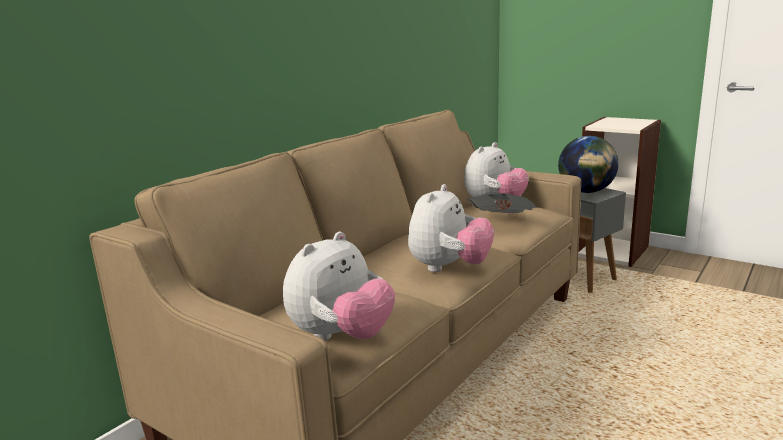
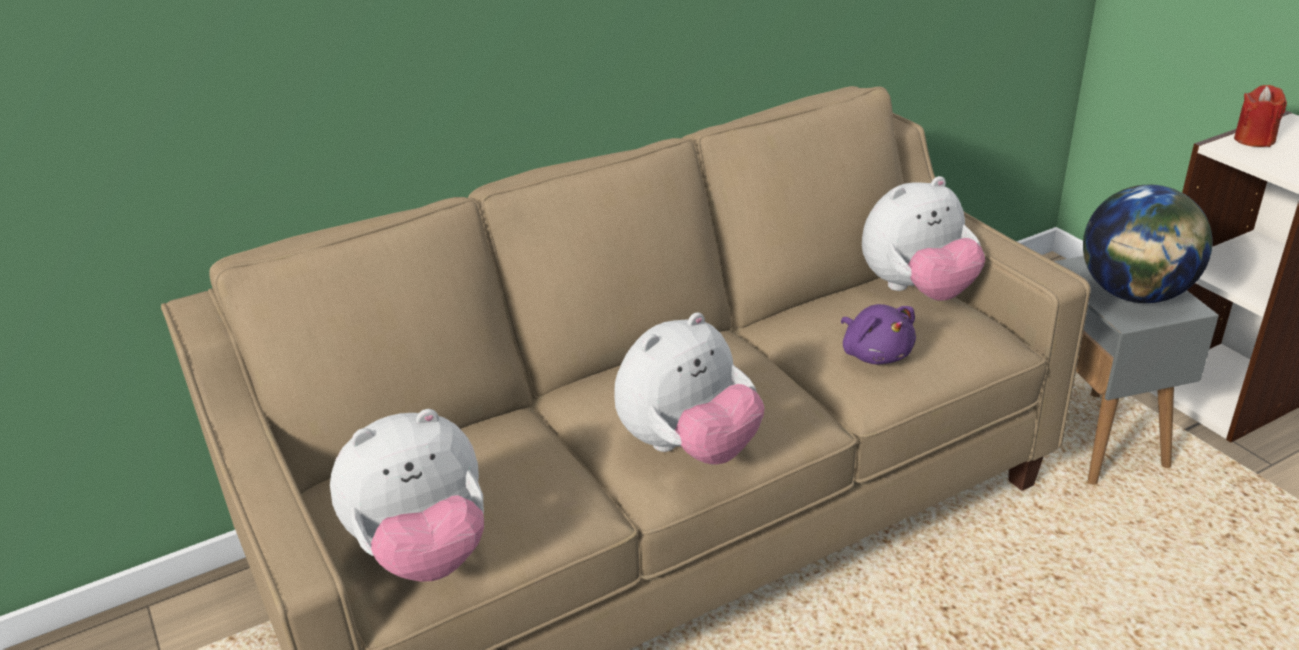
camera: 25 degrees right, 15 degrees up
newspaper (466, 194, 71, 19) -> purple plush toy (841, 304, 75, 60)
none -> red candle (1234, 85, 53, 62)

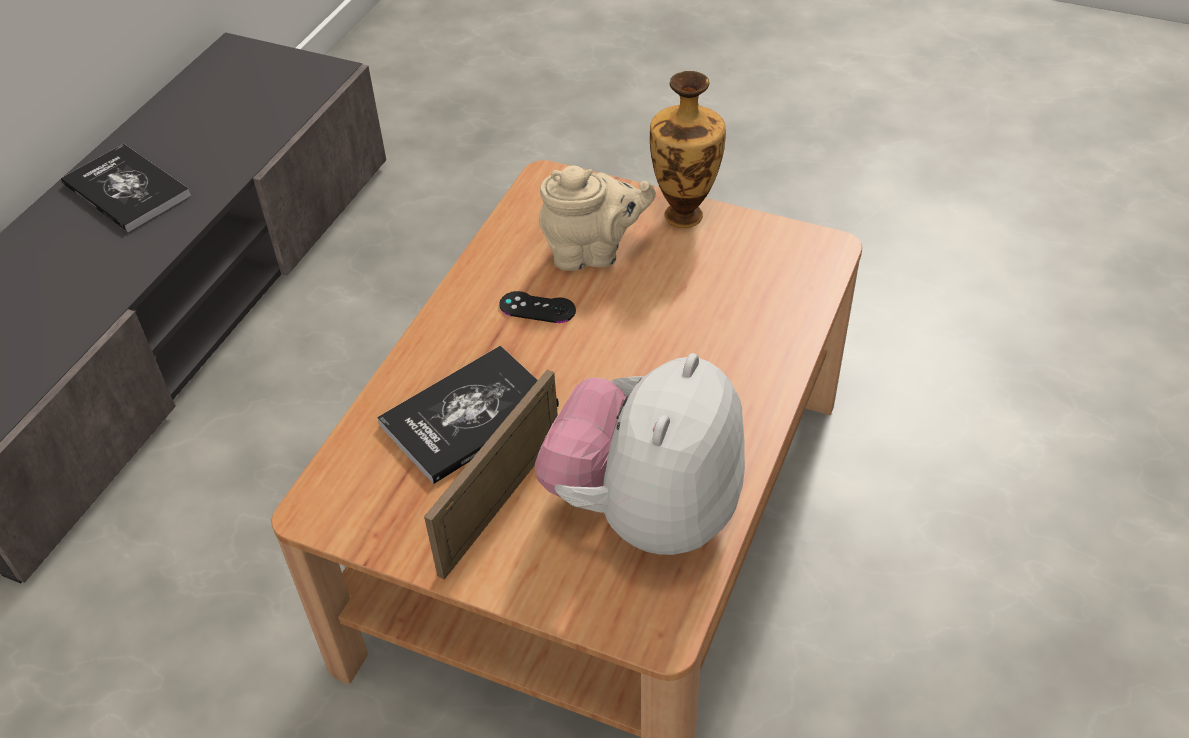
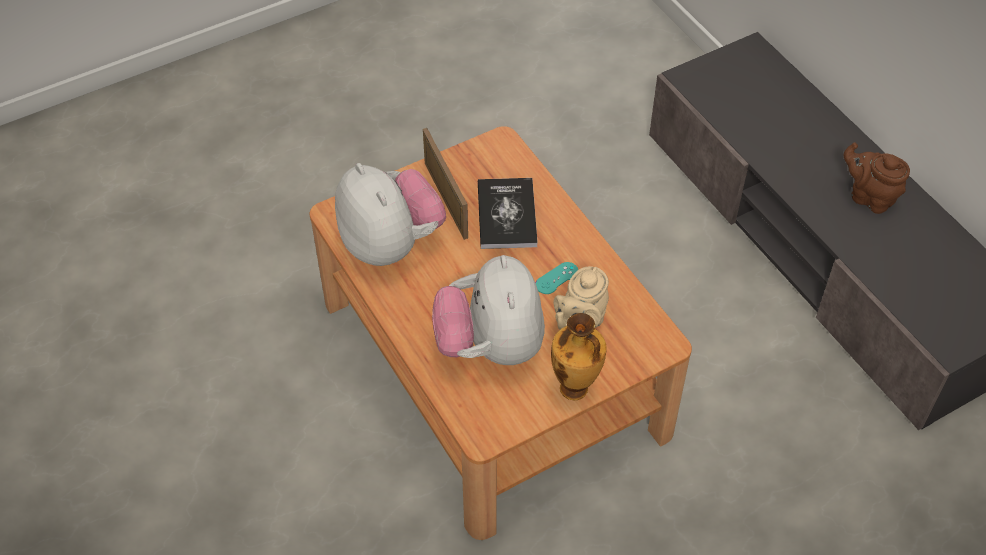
camera: 125 degrees right, 5 degrees up
book (61, 144, 130, 89) -> brown teapot (844, 142, 66, 72)
black game controller (499, 291, 77, 32) -> turquoise game controller (536, 262, 42, 32)
none -> plush toy (432, 255, 113, 110)

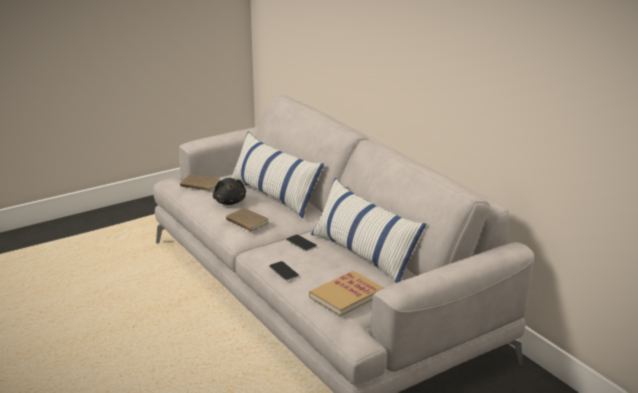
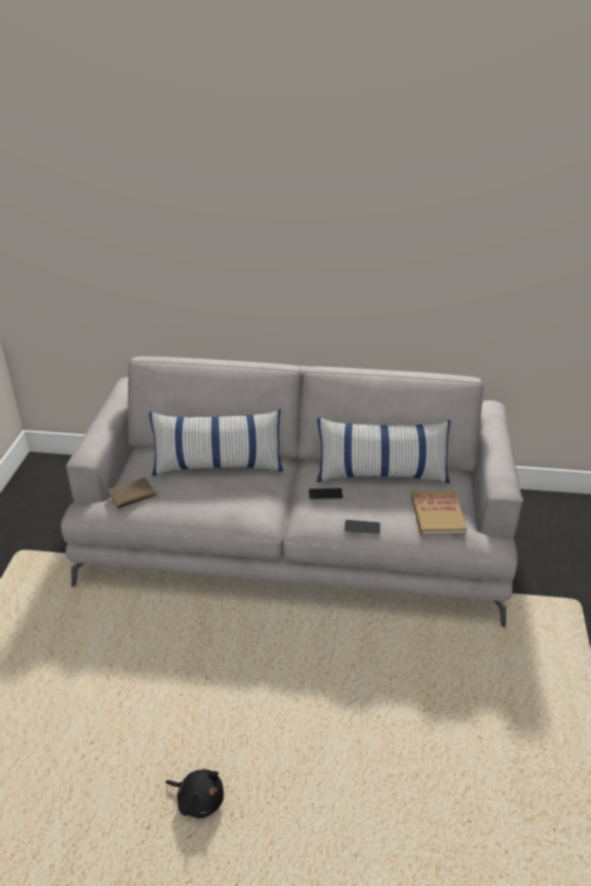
camera: 50 degrees left, 10 degrees up
black plush toy (213, 178, 33, 27) -> black plush toy (166, 769, 58, 49), relocated
brown book (226, 208, 43, 23) -> none

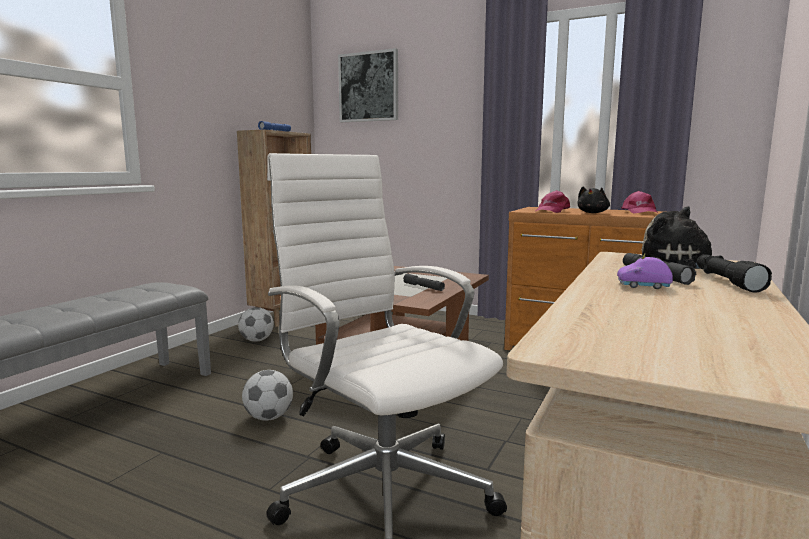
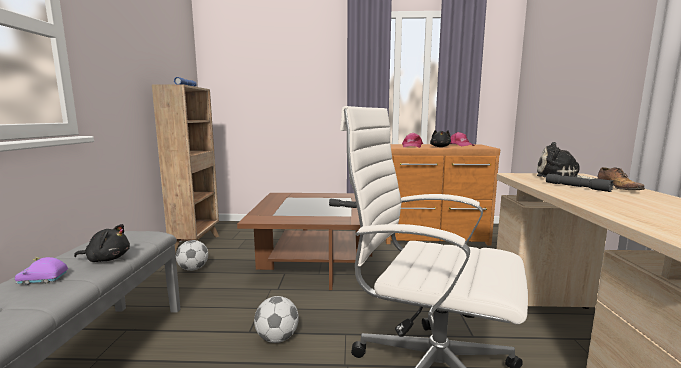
camera: 25 degrees left, 0 degrees up
picture (338, 48, 60, 74) -> none
purple toy car (617, 253, 56, 36) -> purple toy car (15, 257, 53, 28), relocated
black flashlight (697, 254, 75, 39) -> shoe (598, 167, 47, 23)
none -> black plush toy (74, 224, 56, 38)

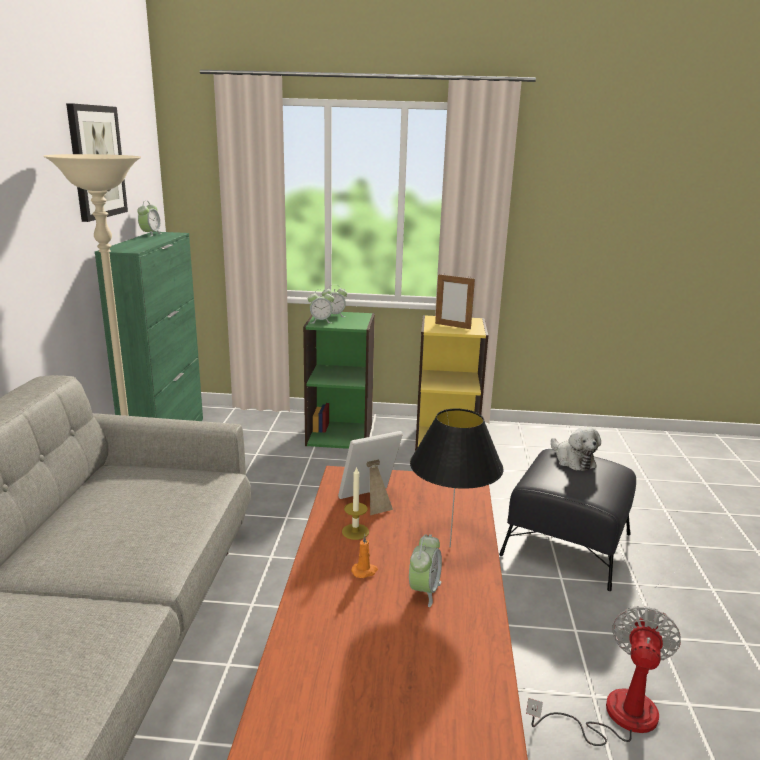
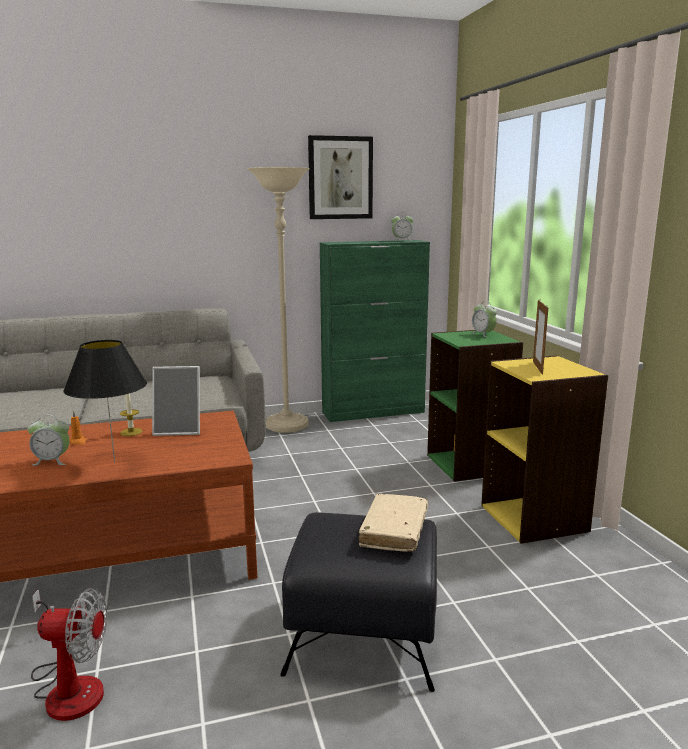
camera: 70 degrees right, 5 degrees down
alarm clock (308, 289, 26, 34) -> none
plush toy (551, 427, 50, 44) -> beige book (359, 494, 69, 58)
picture frame (338, 431, 65, 84) -> picture frame (152, 366, 48, 70), 135 degrees clockwise

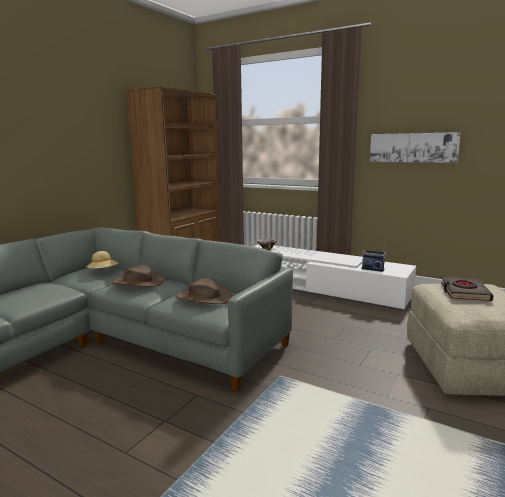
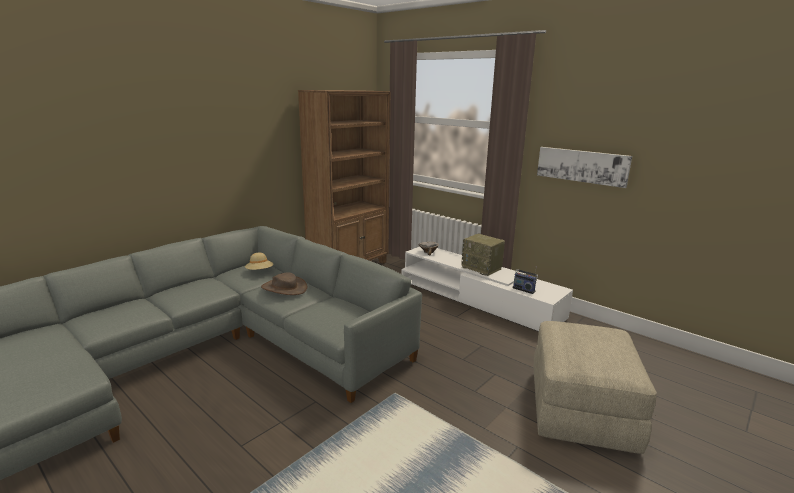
camera: 10 degrees right, 5 degrees up
black book (441, 277, 53, 24) -> none
brown hat (176, 278, 56, 26) -> none
none -> radio (461, 233, 44, 43)

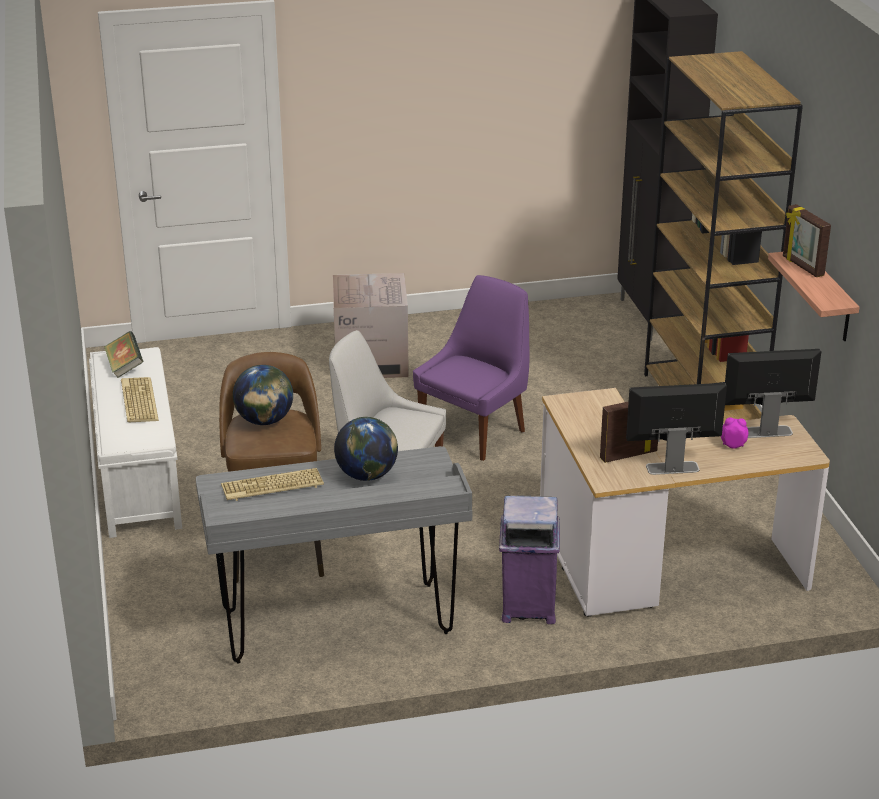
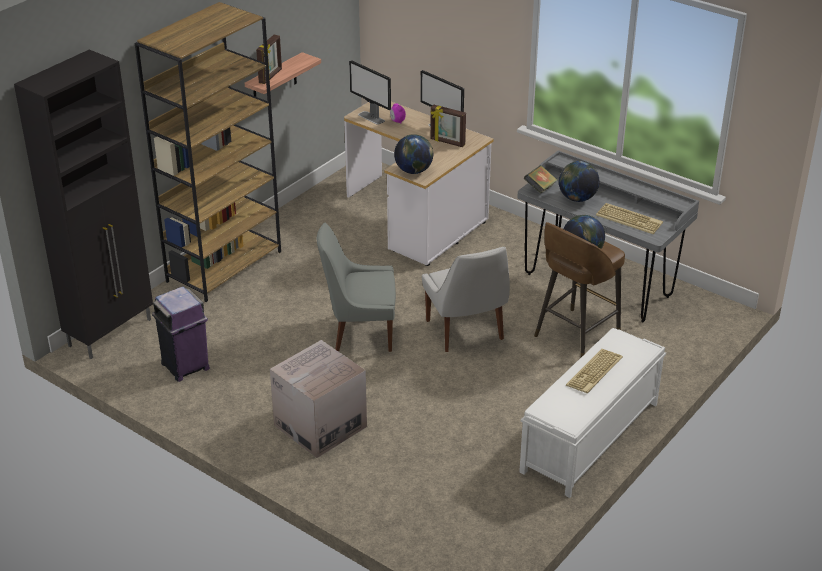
camera: 130 degrees left, 5 degrees up
purple chair (413, 275, 116, 186) -> grey chair (317, 223, 79, 129)
book (104, 331, 39, 47) -> book (524, 165, 33, 29), relocated
purple trash can (499, 495, 61, 129) -> purple trash can (152, 287, 58, 95), relocated
none -> globe (394, 134, 39, 40)

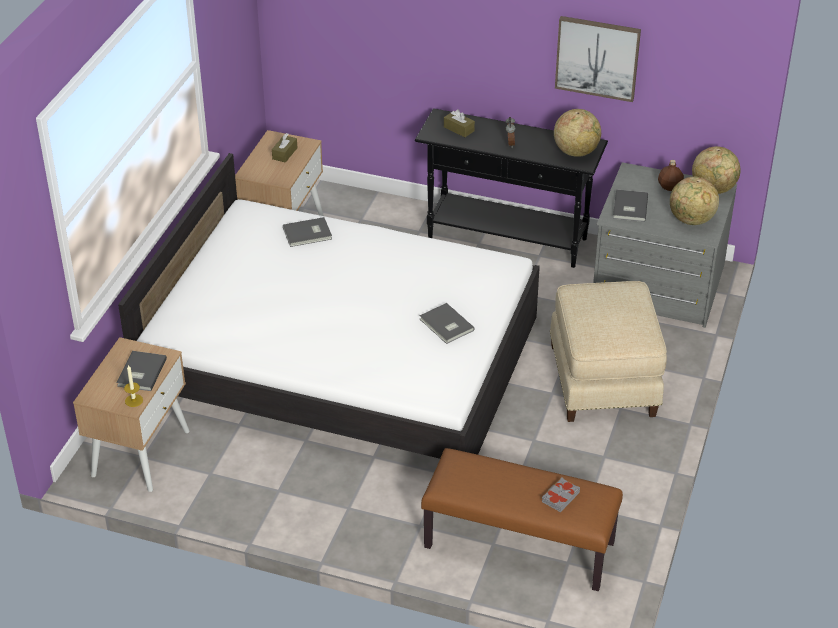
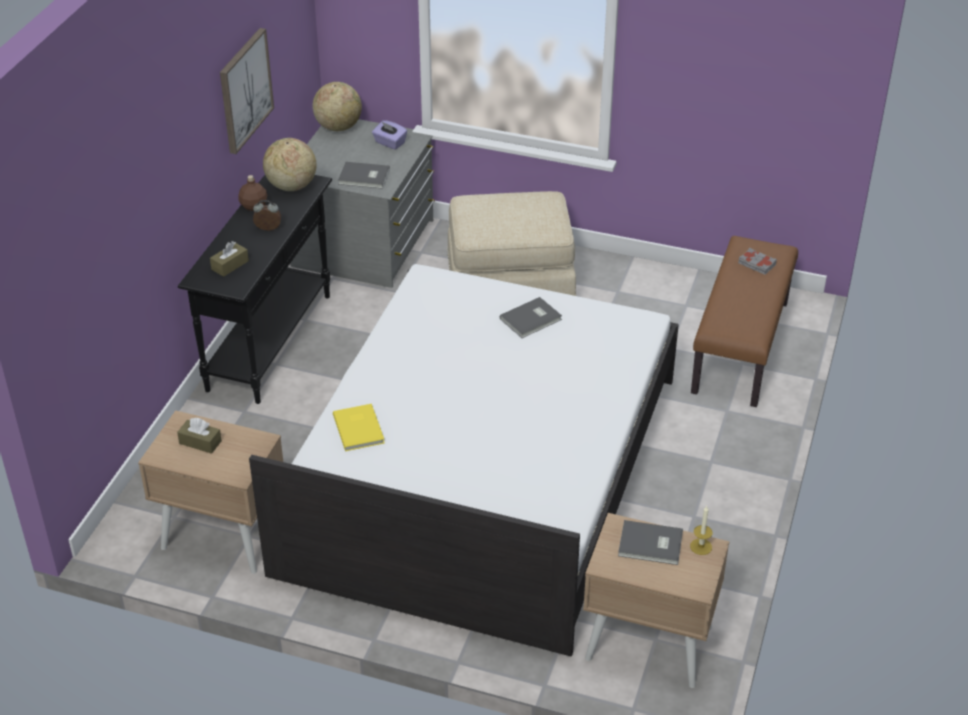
camera: 90 degrees left, 0 degrees up
brown bottle (658, 160, 26, 31) -> brown bottle (238, 175, 29, 36), relocated
globe (670, 177, 49, 48) -> purple tissue box (372, 120, 35, 30)
grey book (283, 217, 49, 30) -> yellow book (333, 404, 51, 47)

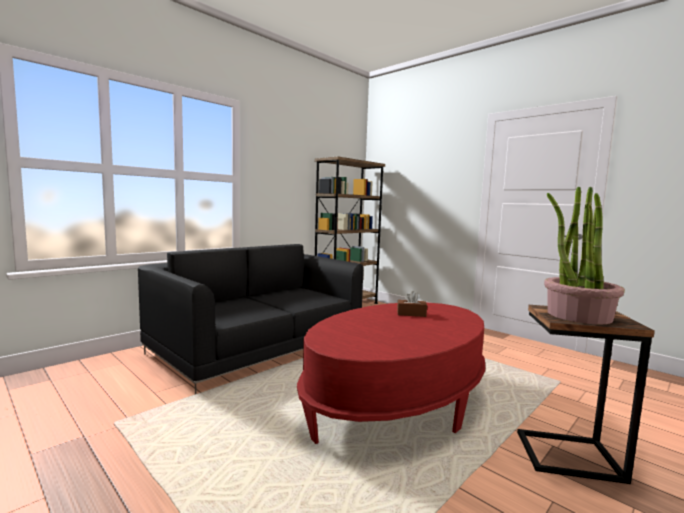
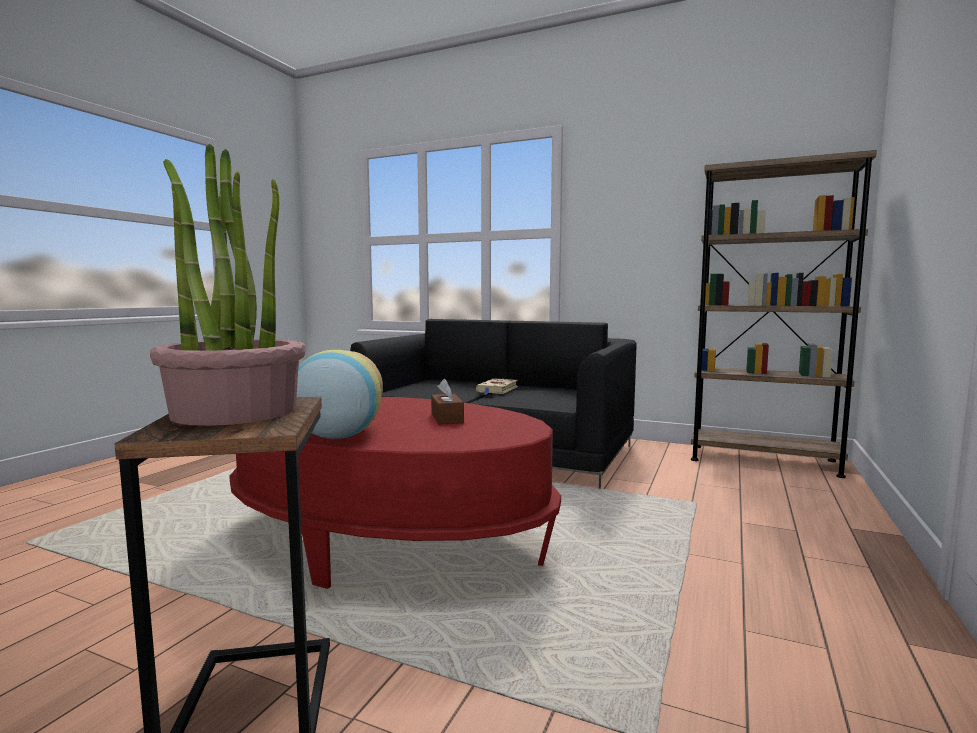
camera: 70 degrees right, 0 degrees up
none -> vase (297, 350, 86, 89)
none -> beige book (476, 378, 42, 17)

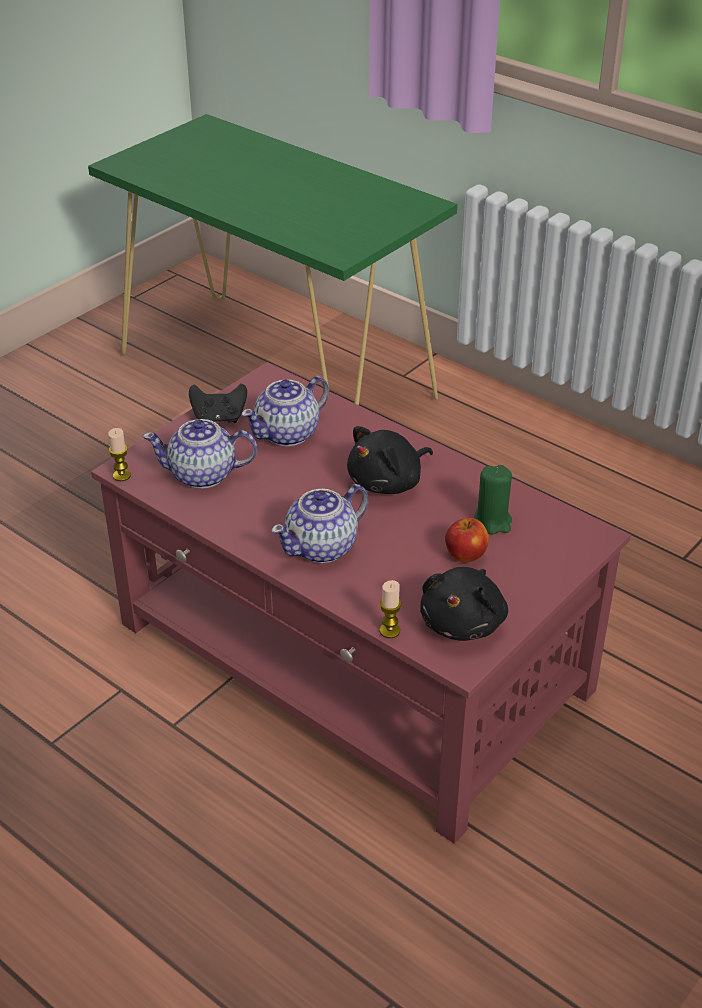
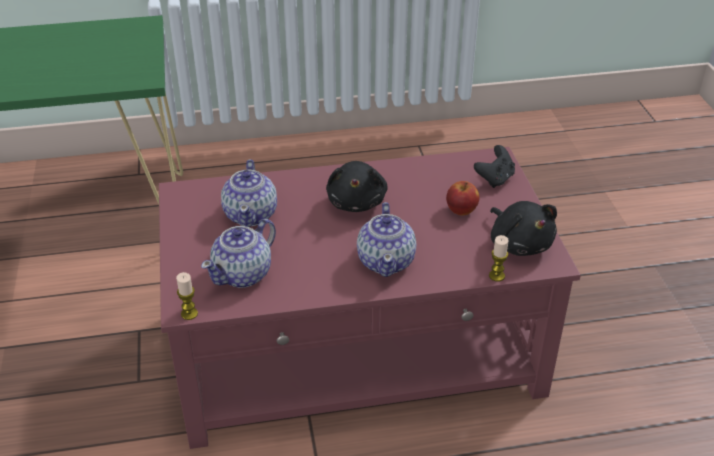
camera: 50 degrees left, 0 degrees up
black game controller (189, 384, 58, 39) -> black game controller (474, 145, 41, 43), relocated
green candle (474, 465, 38, 69) -> none

